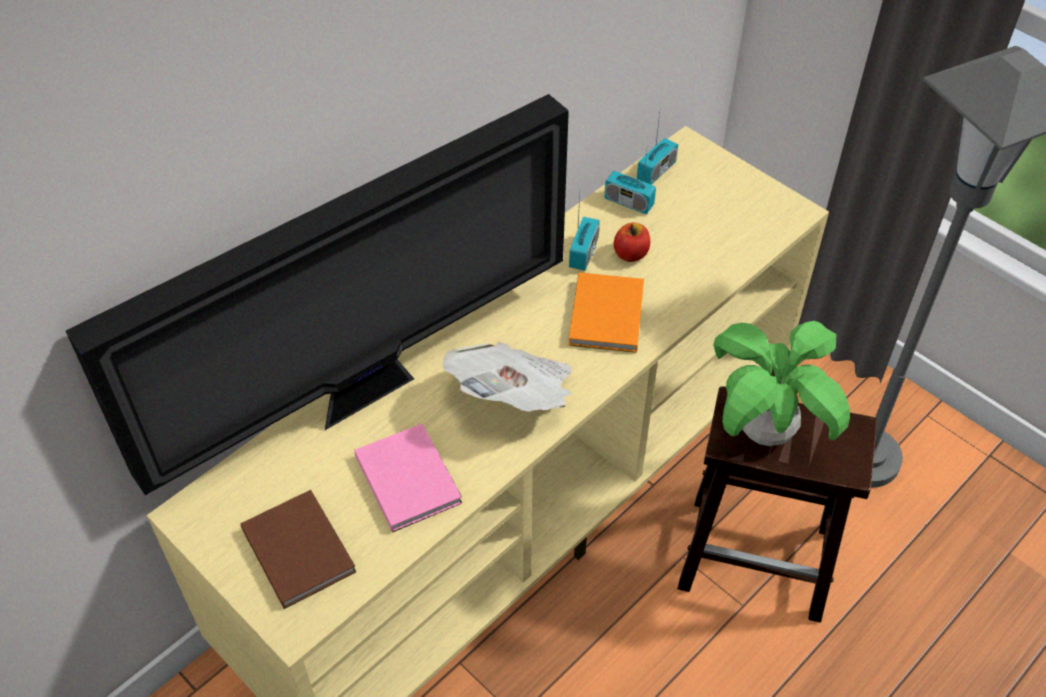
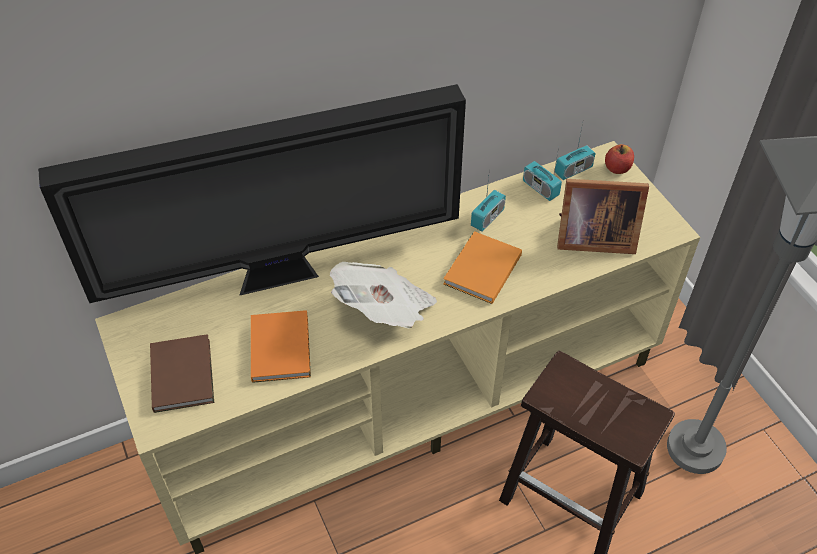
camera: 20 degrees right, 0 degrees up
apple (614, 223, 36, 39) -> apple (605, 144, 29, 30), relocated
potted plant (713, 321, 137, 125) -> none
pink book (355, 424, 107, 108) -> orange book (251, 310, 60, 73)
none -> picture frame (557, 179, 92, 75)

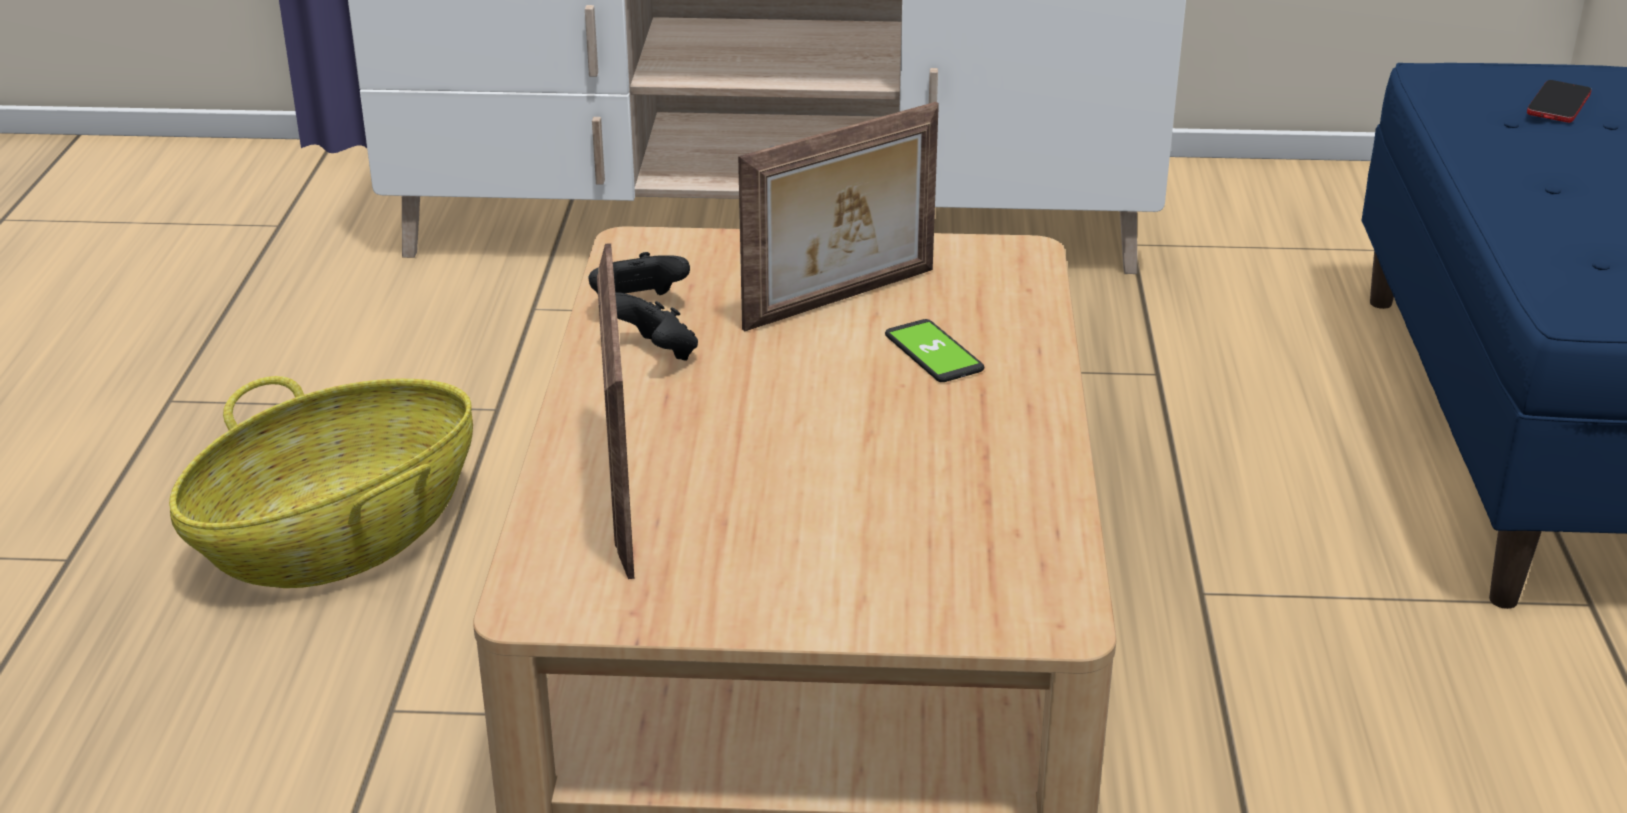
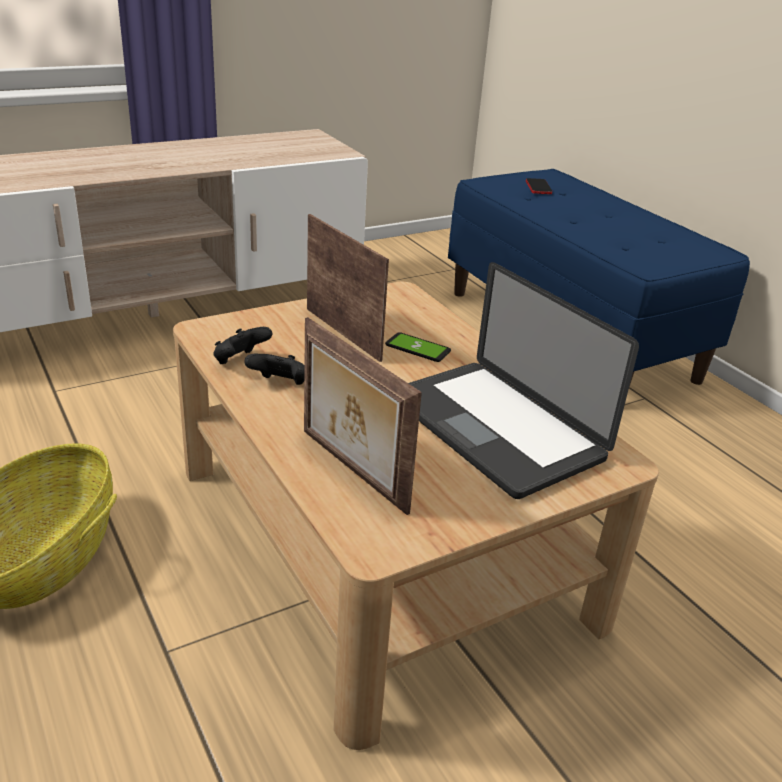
camera: 35 degrees left, 0 degrees up
picture frame (738, 102, 201, 229) -> picture frame (307, 214, 82, 148), 60 degrees counterclockwise
none -> laptop (409, 262, 230, 237)

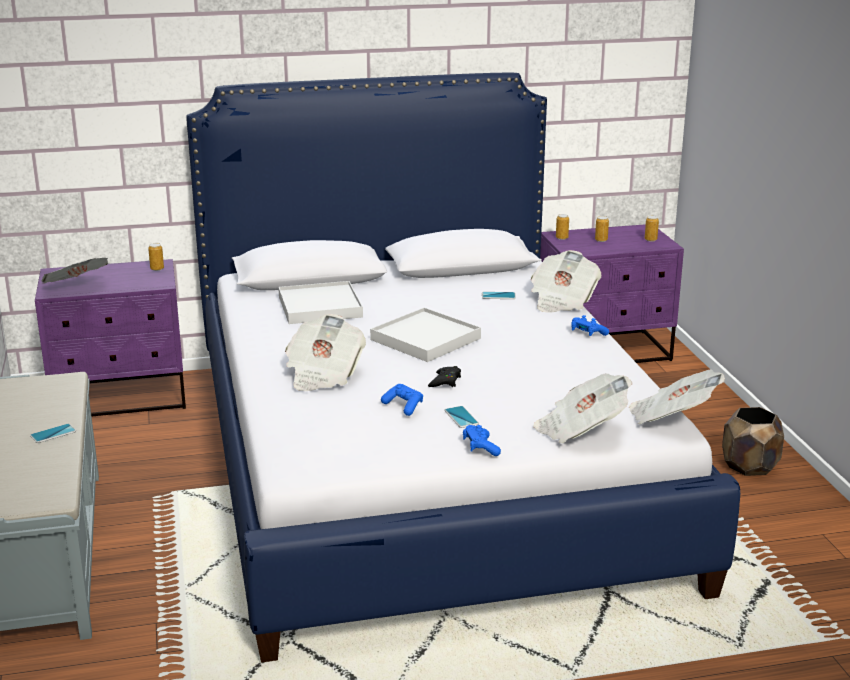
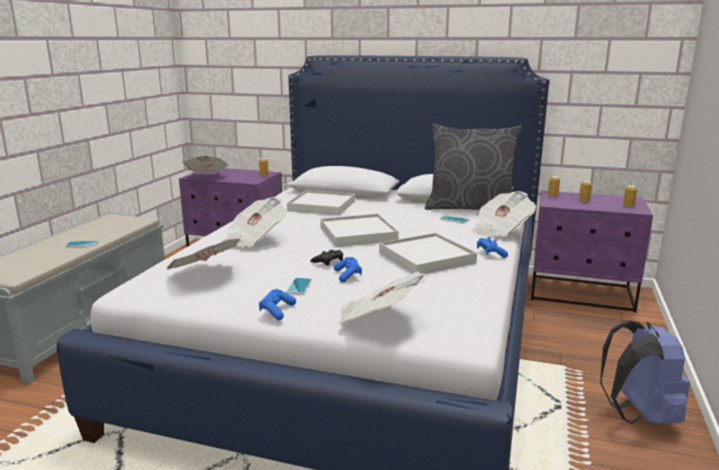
camera: 30 degrees right, 5 degrees down
newspaper (629, 369, 96, 55) -> newspaper (166, 239, 75, 31), relocated
blue game controller (381, 384, 42, 32) -> blue game controller (334, 257, 28, 26), relocated
brown planter (722, 407, 62, 69) -> blue backpack (600, 321, 90, 103)
none -> grey pillow (425, 123, 97, 87)
none -> white tray (379, 233, 98, 41)

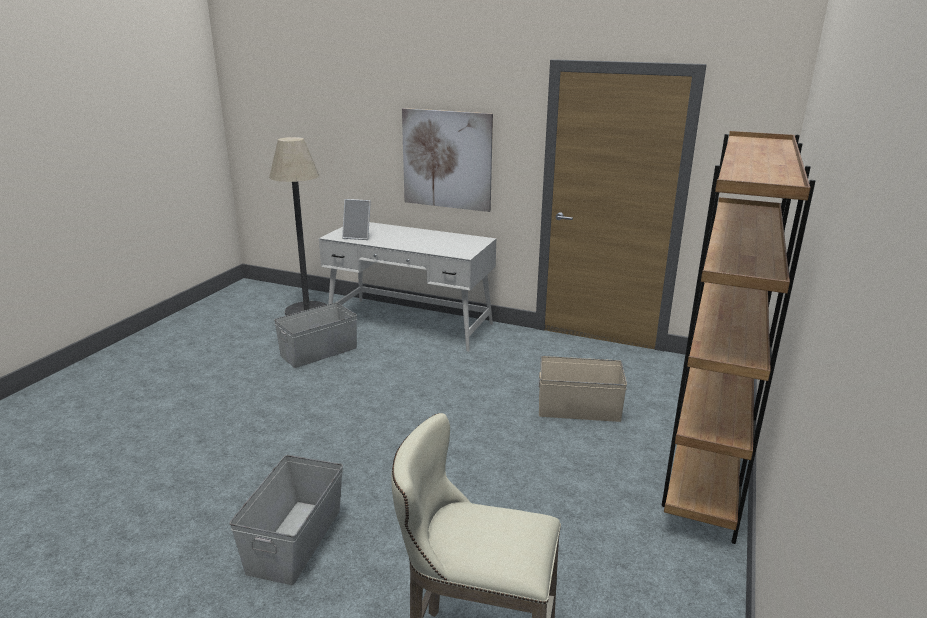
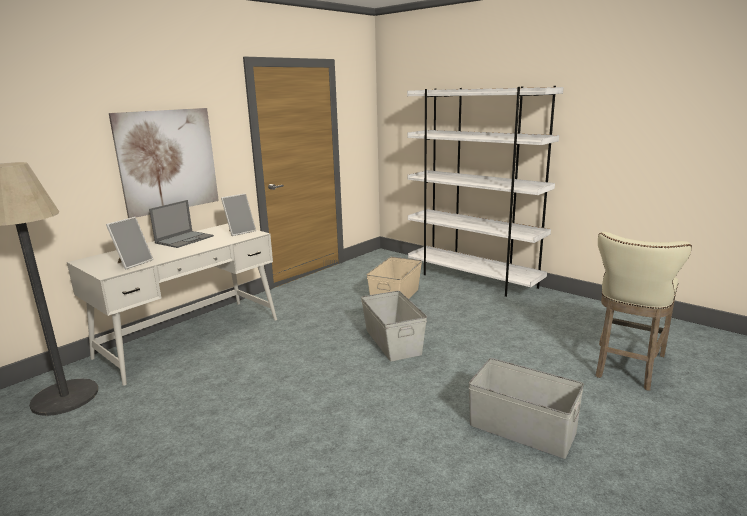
camera: 70 degrees left, 5 degrees down
brown bookcase (662, 131, 154, 413) -> white bookcase (407, 86, 157, 211)
grey storage box (274, 302, 83, 66) -> grey storage box (361, 291, 66, 71), relocated
none -> picture frame (221, 193, 35, 43)
none -> laptop (149, 200, 65, 48)

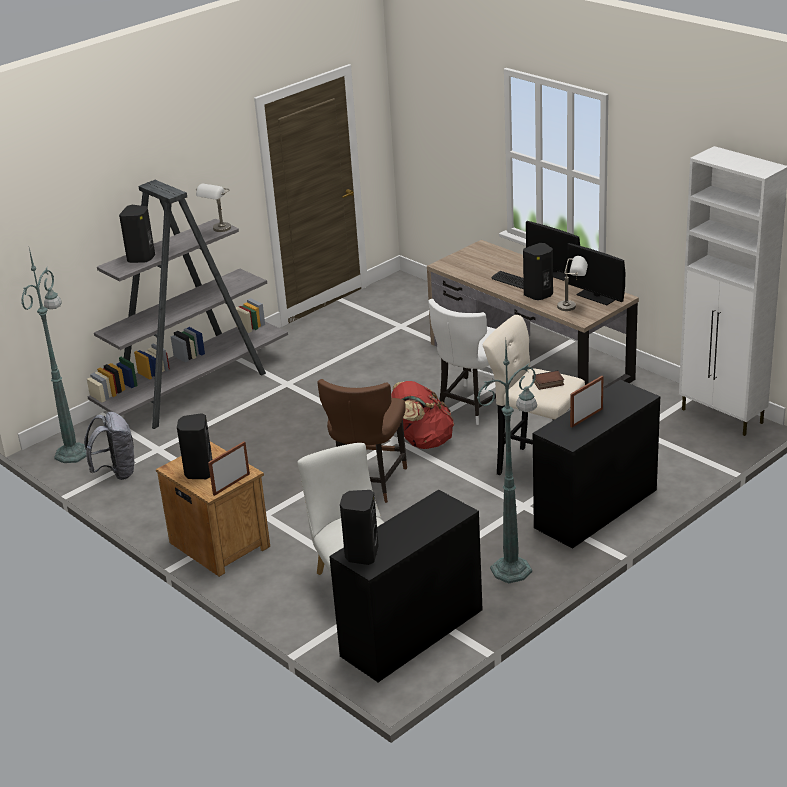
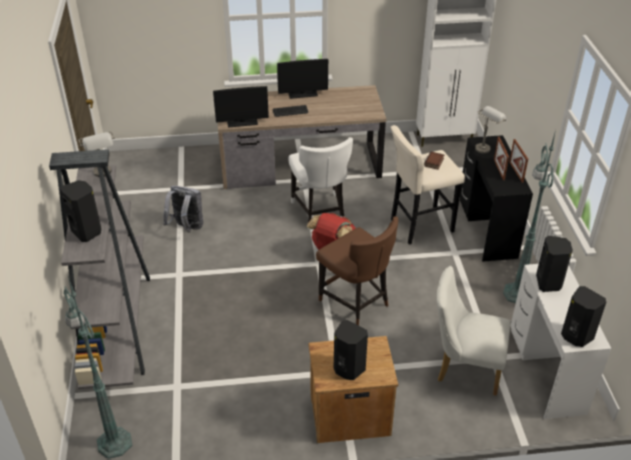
camera: 55 degrees left, 10 degrees up
black speaker (523, 243, 30, 57) -> black speaker (536, 236, 37, 56), relocated
monitor (567, 243, 58, 62) -> monitor (213, 86, 56, 42), relocated
grey table lamp (557, 256, 31, 55) -> grey table lamp (475, 106, 31, 48), relocated
grey backpack (84, 412, 50, 68) -> grey backpack (163, 186, 40, 47), relocated
picture frame (208, 441, 42, 55) -> picture frame (509, 139, 19, 44), relocated
black desk (329, 490, 154, 192) -> white desk (511, 264, 101, 155)

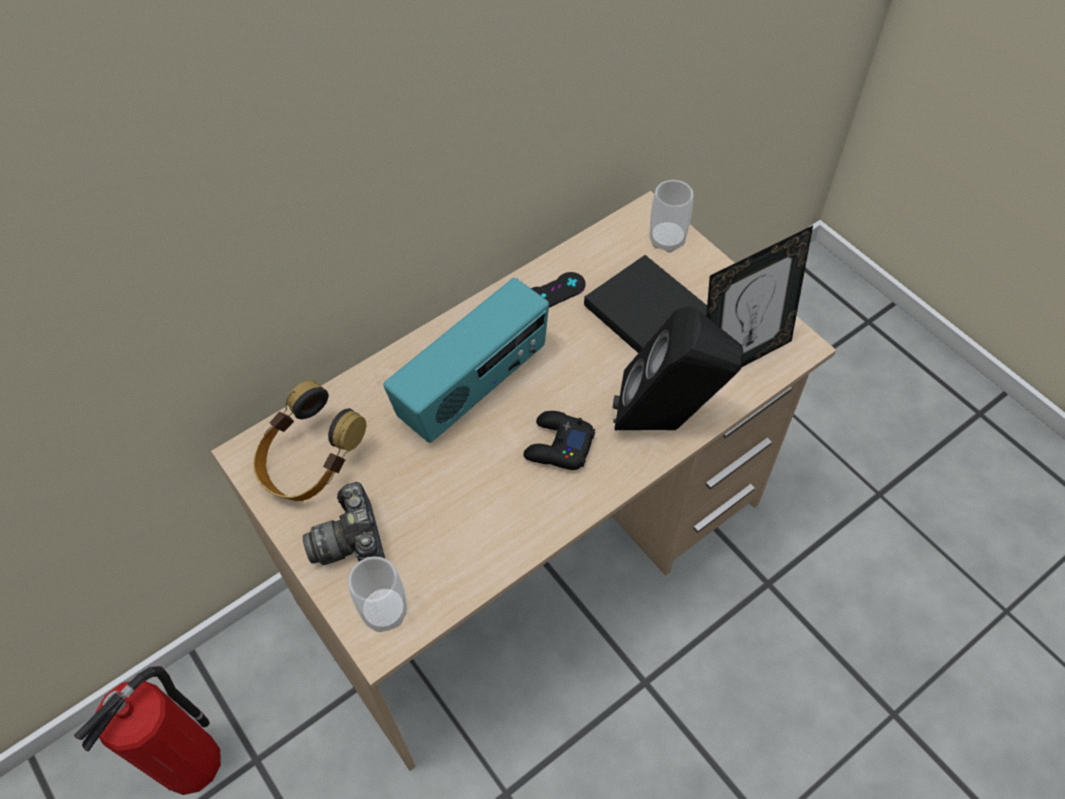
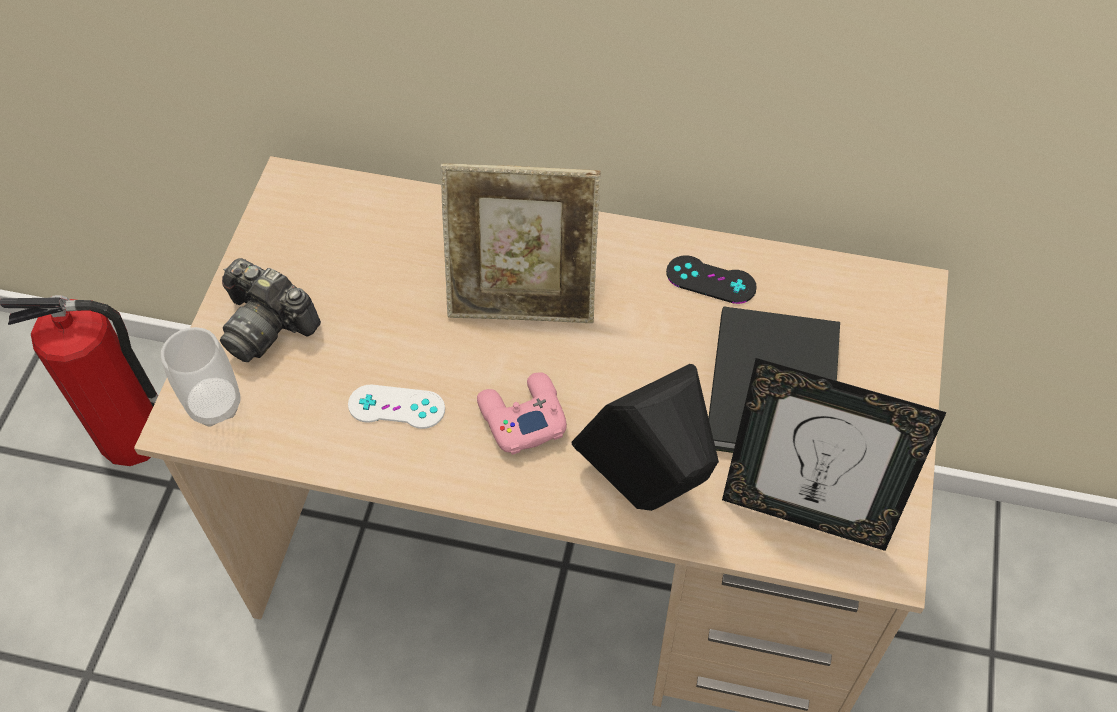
camera: 50 degrees right, 0 degrees up
cup (650, 180, 43, 73) -> none
radio (383, 278, 166, 165) -> picture frame (441, 163, 160, 160)
headphones (253, 380, 113, 121) -> none
black game controller (523, 411, 72, 59) -> pink game controller (477, 372, 90, 83)
photo camera (303, 482, 82, 83) -> photo camera (220, 258, 101, 104), 90 degrees counterclockwise
none -> white game controller (348, 385, 97, 44)

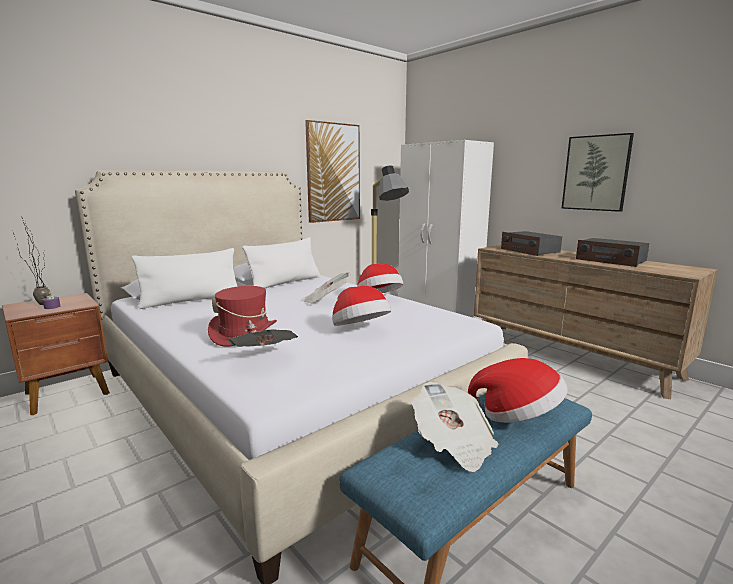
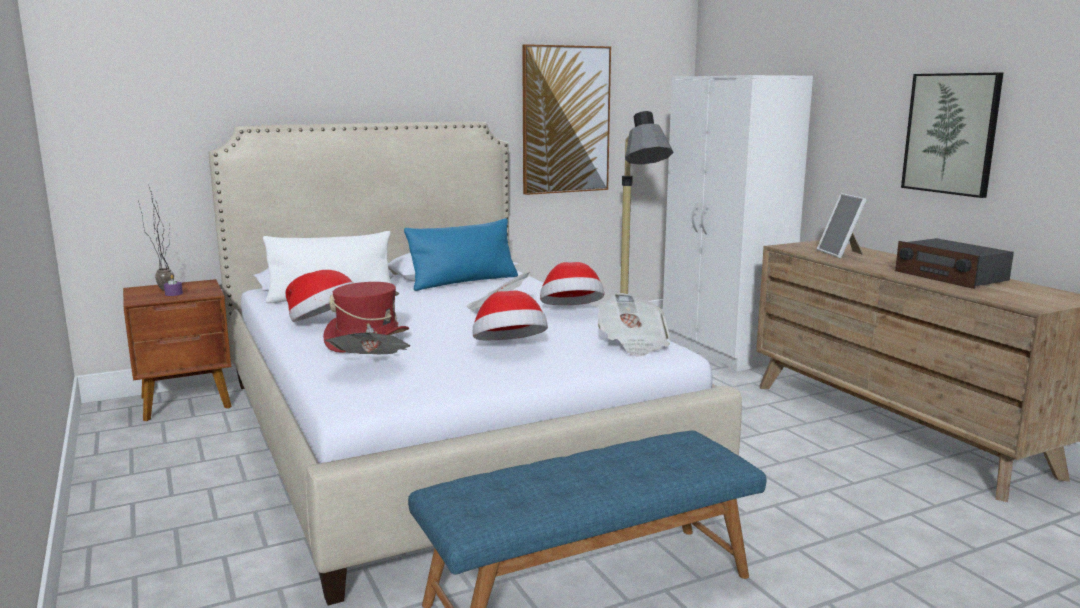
camera: 15 degrees right, 0 degrees up
radio (501, 231, 61, 25) -> picture frame (817, 193, 50, 65)
white pillow (242, 237, 78, 51) -> blue pillow (404, 218, 114, 73)
hat (468, 358, 100, 65) -> hat (285, 270, 69, 52), relocated
newspaper (412, 382, 87, 90) -> newspaper (597, 293, 73, 63), relocated

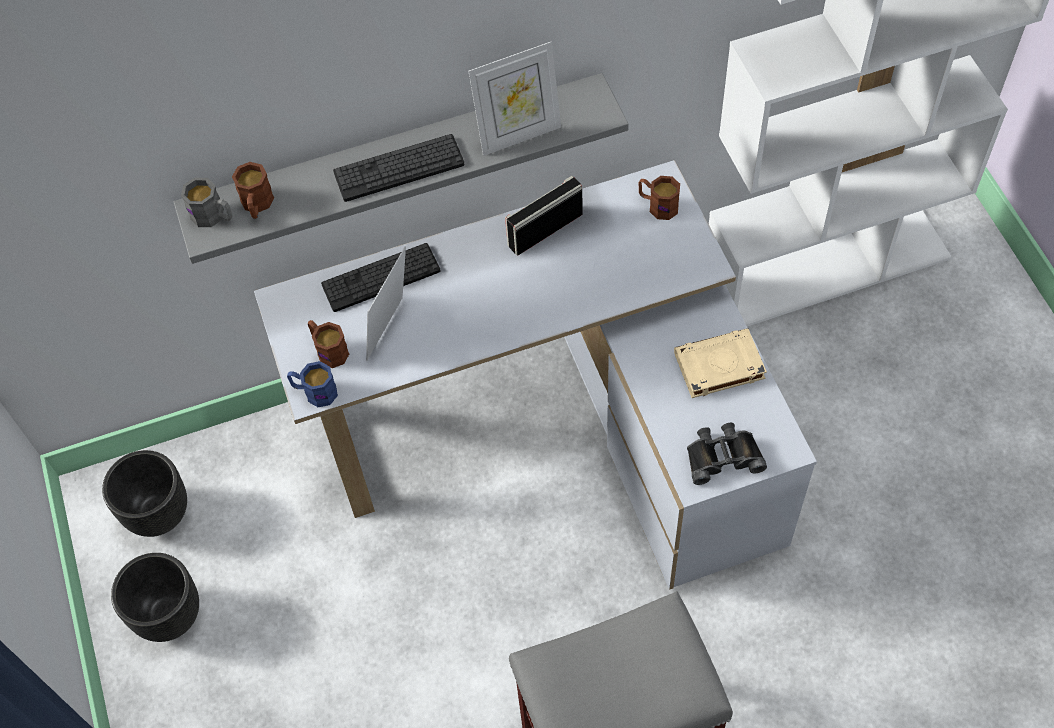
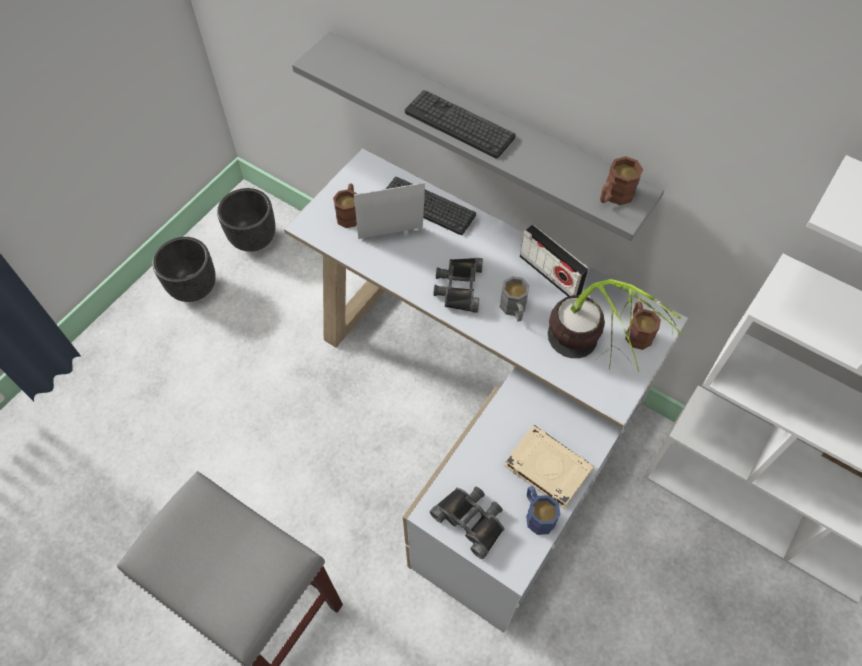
camera: 50 degrees right, 0 degrees up
picture frame (469, 42, 92, 114) -> none
brown mug (232, 162, 42, 57) -> brown mug (600, 156, 43, 49), relocated
radio (505, 176, 78, 79) -> radio (520, 224, 69, 73), 150 degrees counterclockwise
grey mug (181, 178, 51, 49) -> grey mug (500, 276, 30, 46), relocated
blue mug (287, 361, 51, 46) -> blue mug (526, 486, 34, 49), relocated
none -> black binoculars (433, 258, 50, 55)
none -> potted plant (548, 279, 136, 93)

